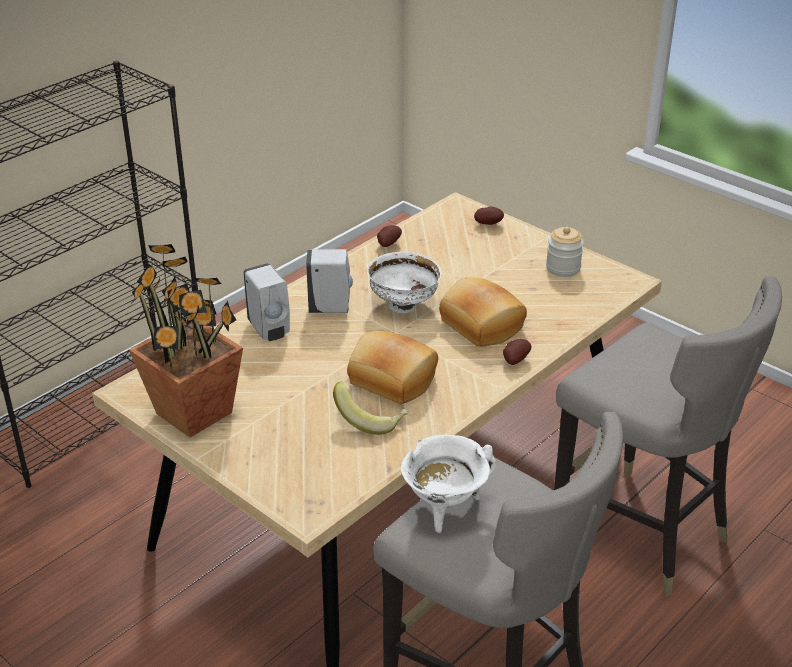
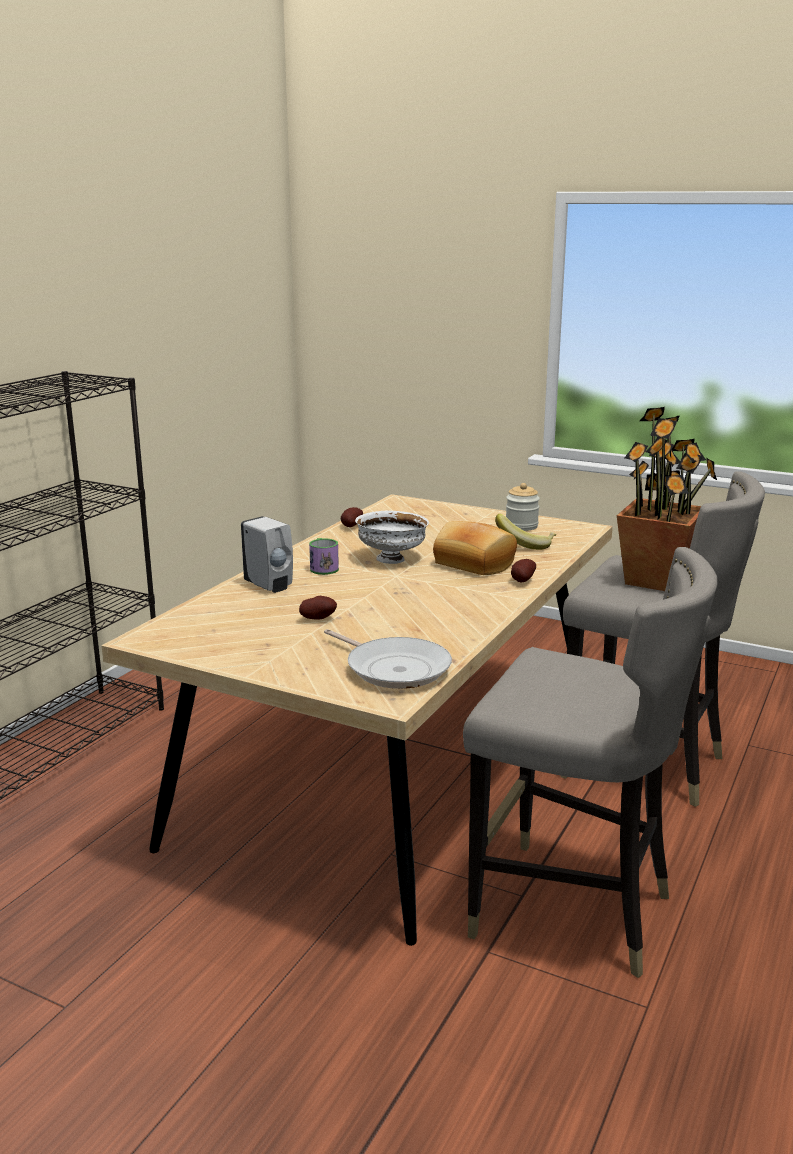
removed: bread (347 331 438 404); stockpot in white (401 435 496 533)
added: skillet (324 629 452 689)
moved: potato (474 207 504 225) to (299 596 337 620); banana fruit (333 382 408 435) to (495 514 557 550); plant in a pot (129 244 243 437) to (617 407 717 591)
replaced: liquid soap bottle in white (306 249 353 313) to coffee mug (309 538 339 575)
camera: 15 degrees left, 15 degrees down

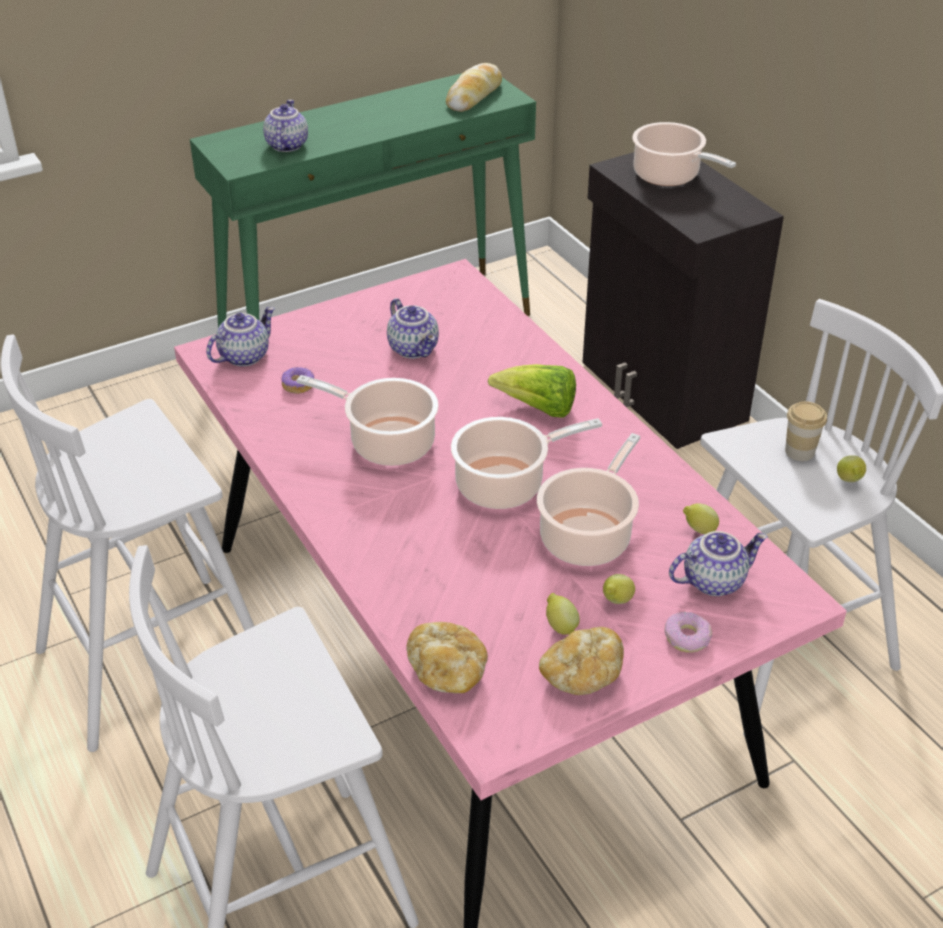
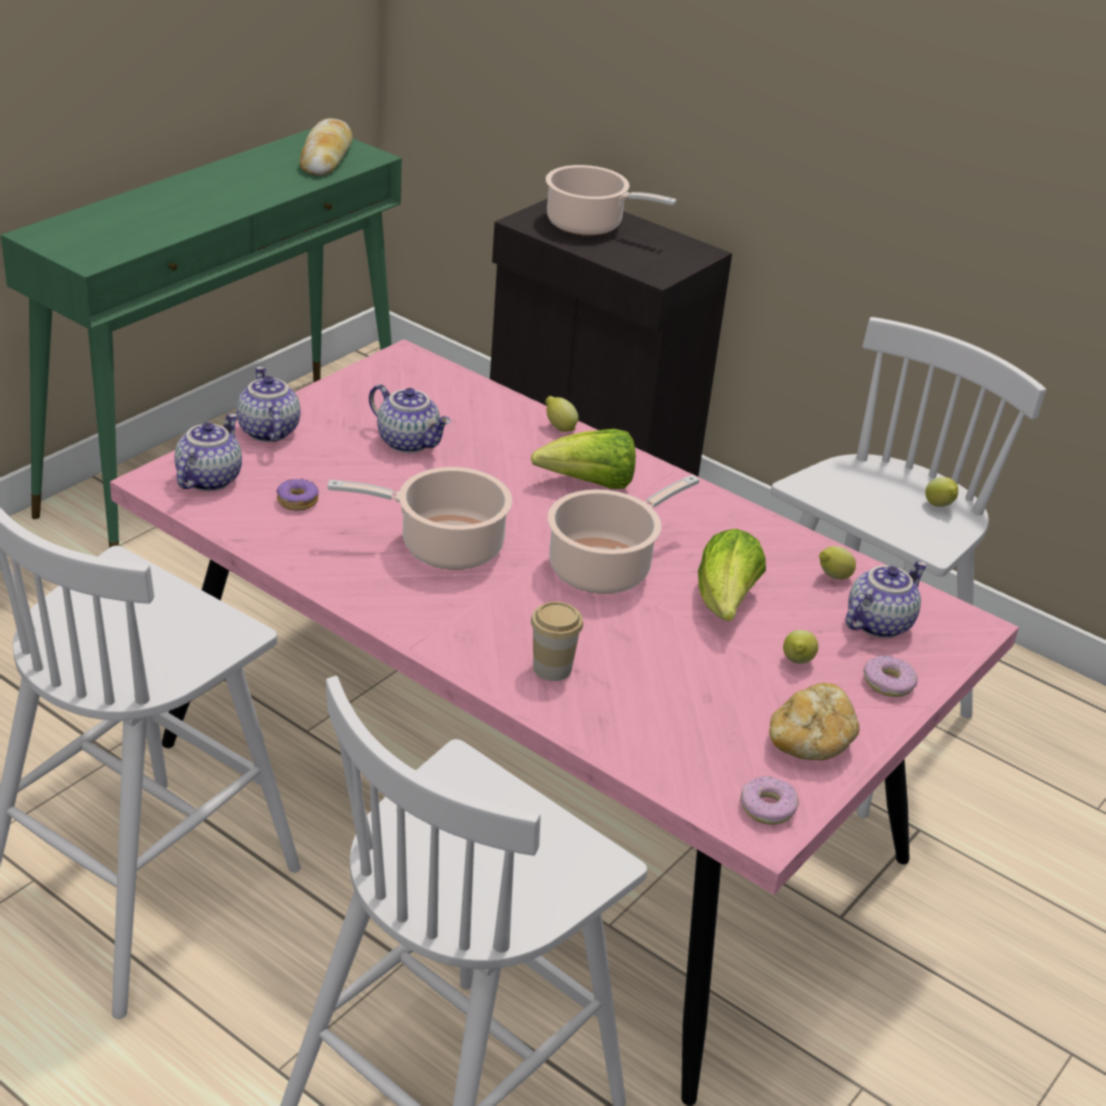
removed: bread (406 622 488 693)
added: donut (740 776 799 825)
moved: tea pot (263 100 308 152) to (236 366 300 442); cup (785 401 827 461) to (531 602 583 681); citrus fruit (546 593 580 635) to (545 396 578 432)
replaced: stockpot (537 433 640 566) to lettuce (698 528 766 621)
camera: 25 degrees left, 5 degrees down

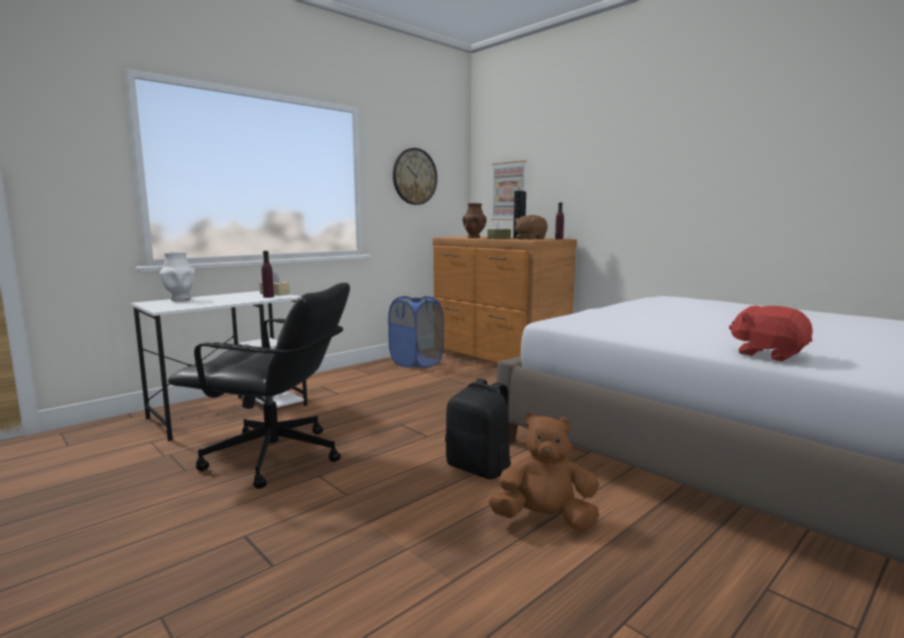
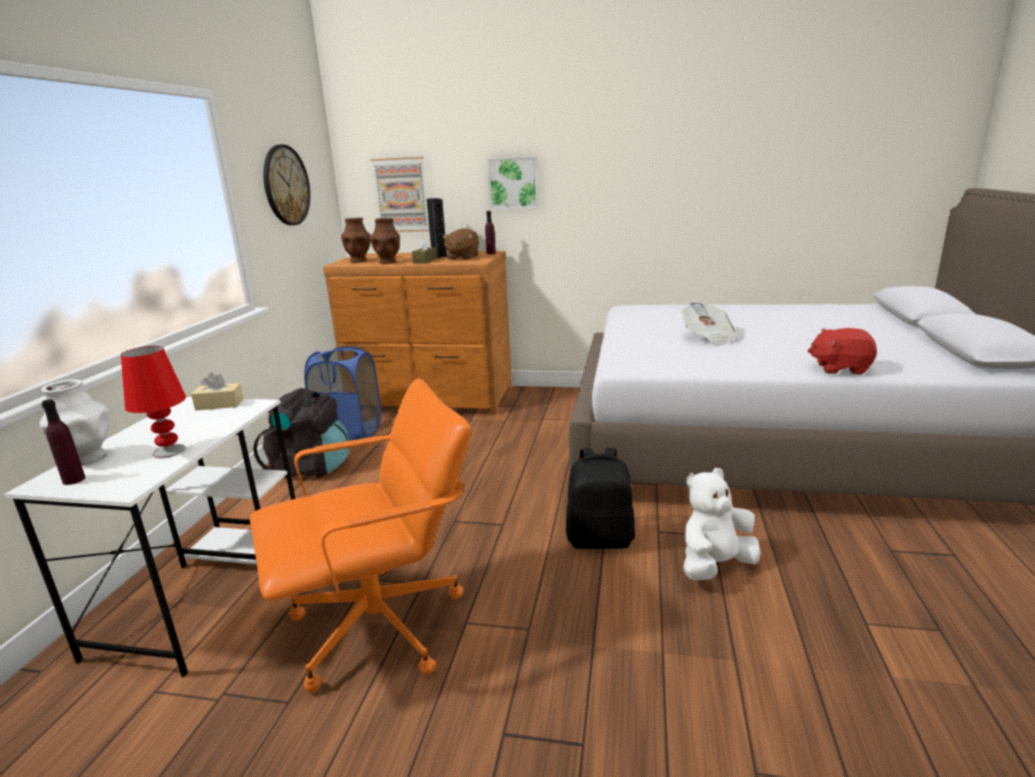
added: lamp for a table in red (121 346 186 458); rucksack in black (253 388 350 478); flower vase in brown (341 218 371 263); wall art (488 156 539 210); newspaper (681 302 738 346)
moved: drink bottle in purple (261 251 274 298) to (42 399 86 485)
recoloured: computer chair in black (168 283 350 489) to computer chair in orange (250 378 471 693); soft toy in brown (489 412 599 531) to soft toy in white (683 468 761 580)
camera: 35 degrees left, 10 degrees up

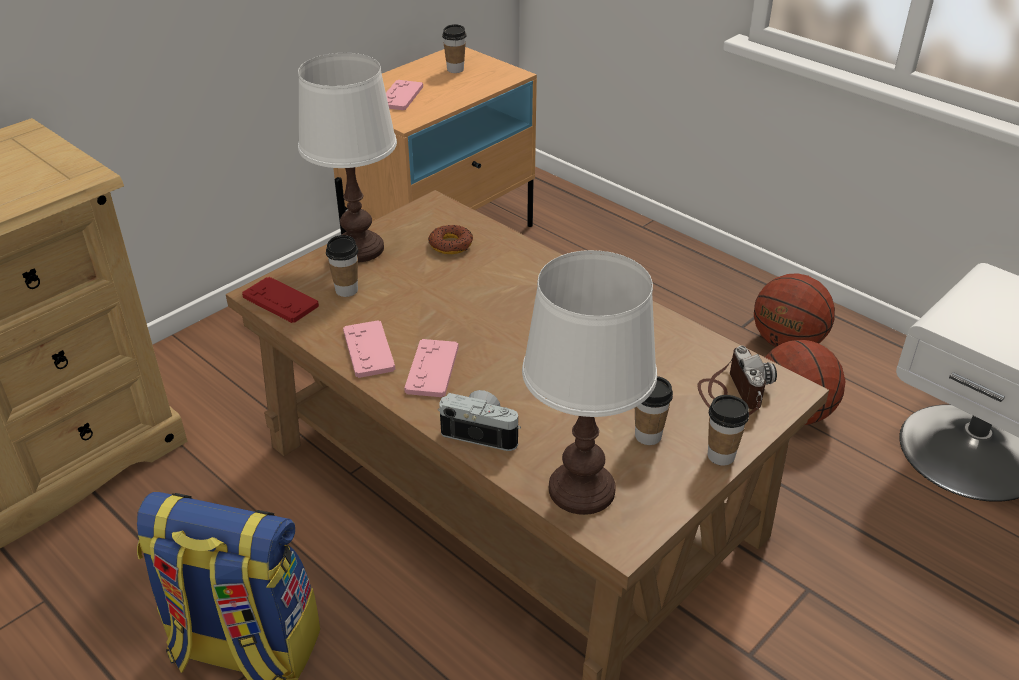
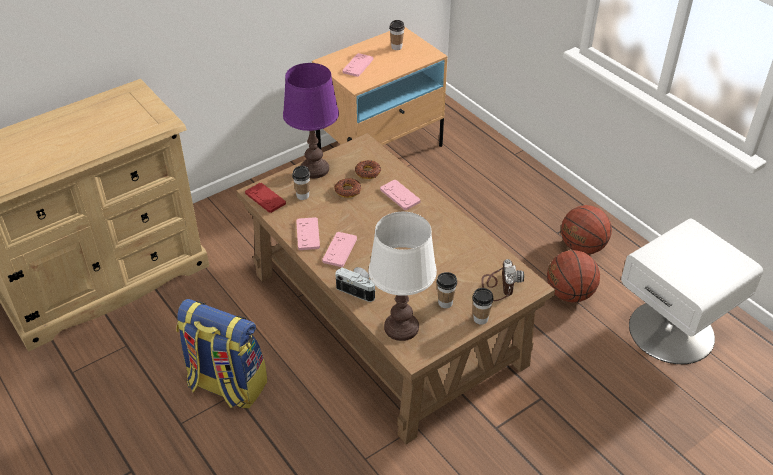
added: donut (334 178 361 198); gamepad in pink (380 180 421 210)
recoloured: lamp for a table in white (298 53 397 263) to lamp for a table in purple (283 63 339 178)
camera: 10 degrees right, 5 degrees up

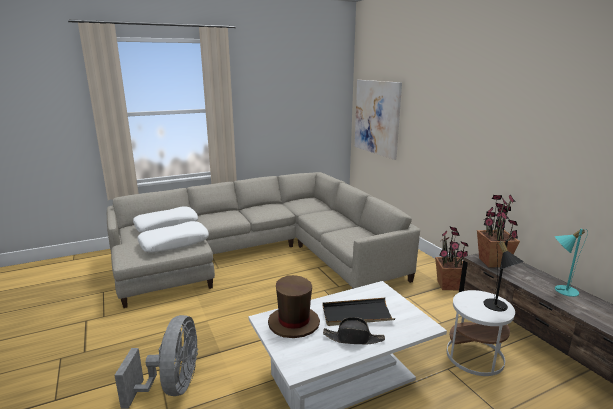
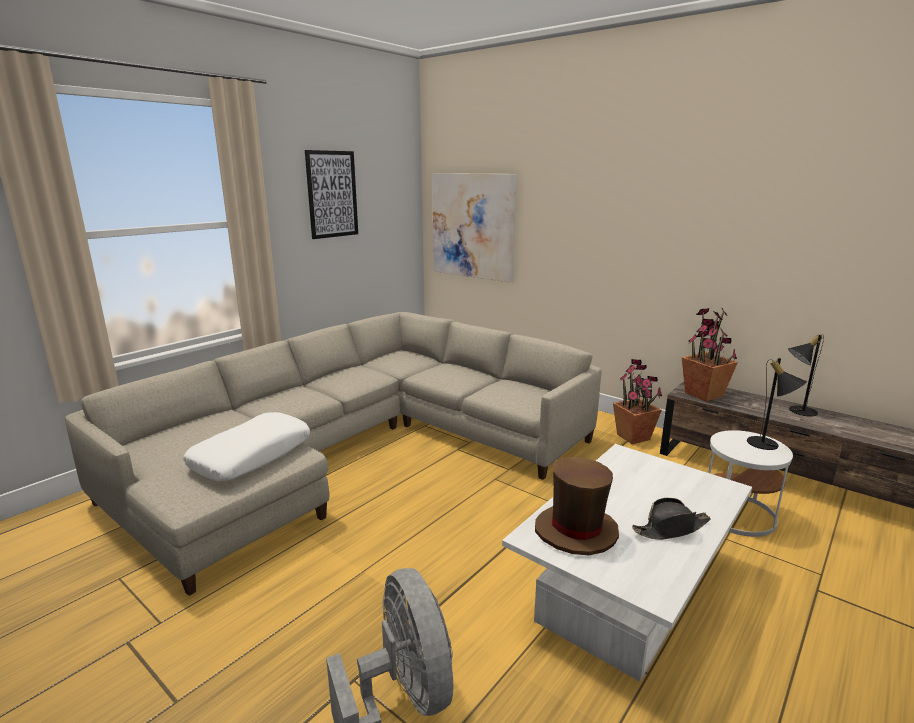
removed: cushion in white (133 206 198 233); serving tray in black (323 298 395 326)
added: wall art (305 150 358 239)
recoloured: lamp for a table in turquoise-coloured (555 229 588 297) to lamp for a table in black (788 334 824 417)
camera: 25 degrees left, 0 degrees up

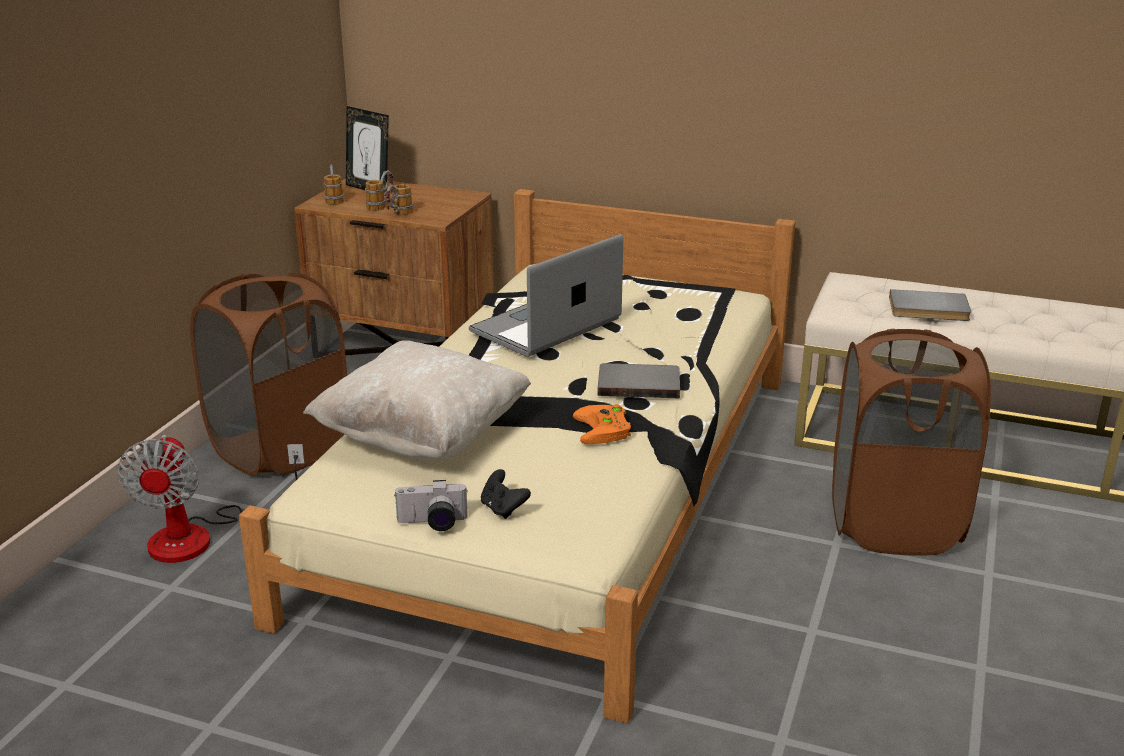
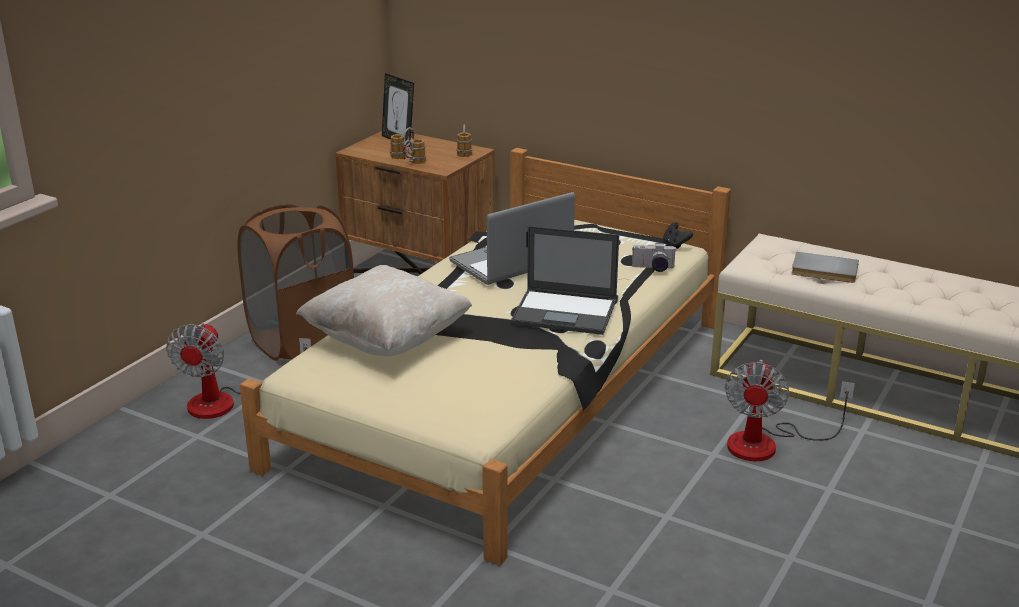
removed: gamepad in orange (573 404 631 444)
moved: coffee mug (324 164 344 205) to (456 124 472 157); photo camera (395 480 468 531) to (632 243 677 272); gamepad in black (481 469 531 519) to (663 222 693 249)
replaced: volume in gray (598 363 680 398) to portable computer (511 226 619 335); washing basket in brown (832 329 991 556) to cooling fan (725 360 855 461)
camera: 10 degrees right, 0 degrees up

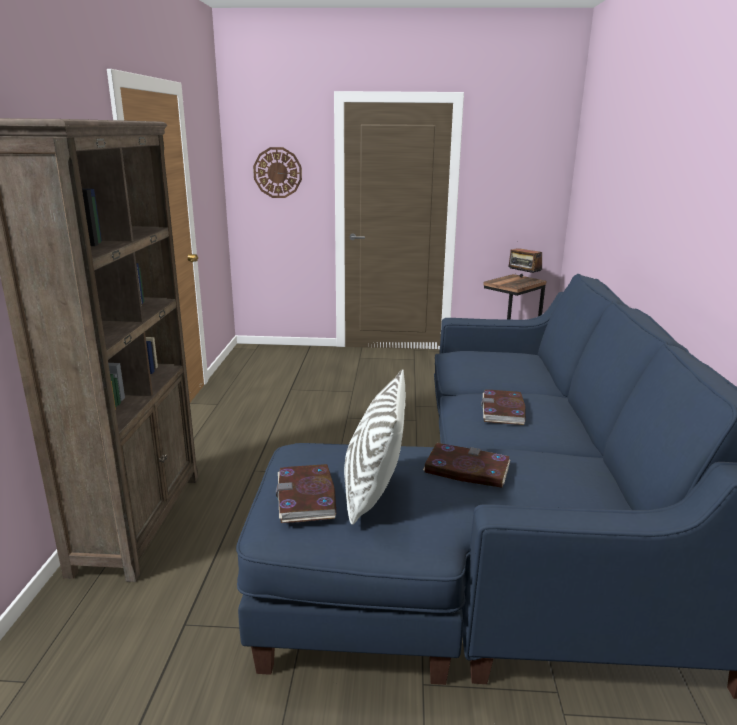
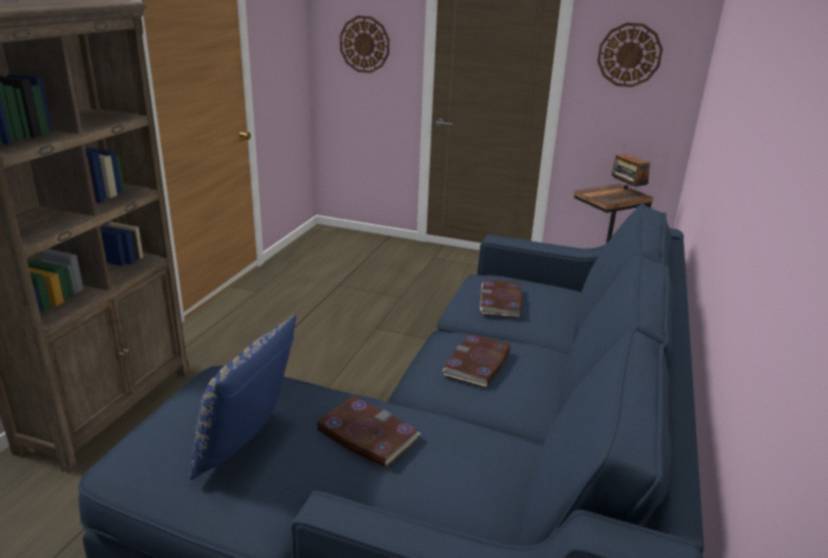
added: clock on the wall (597 23 663 87)
moved: volume (276 464 336 523) to (479 280 522 317)
recoloured: cushion in white (344 369 406 525) to cushion in blue-coloured (189 314 296 480)
camera: 15 degrees right, 5 degrees up

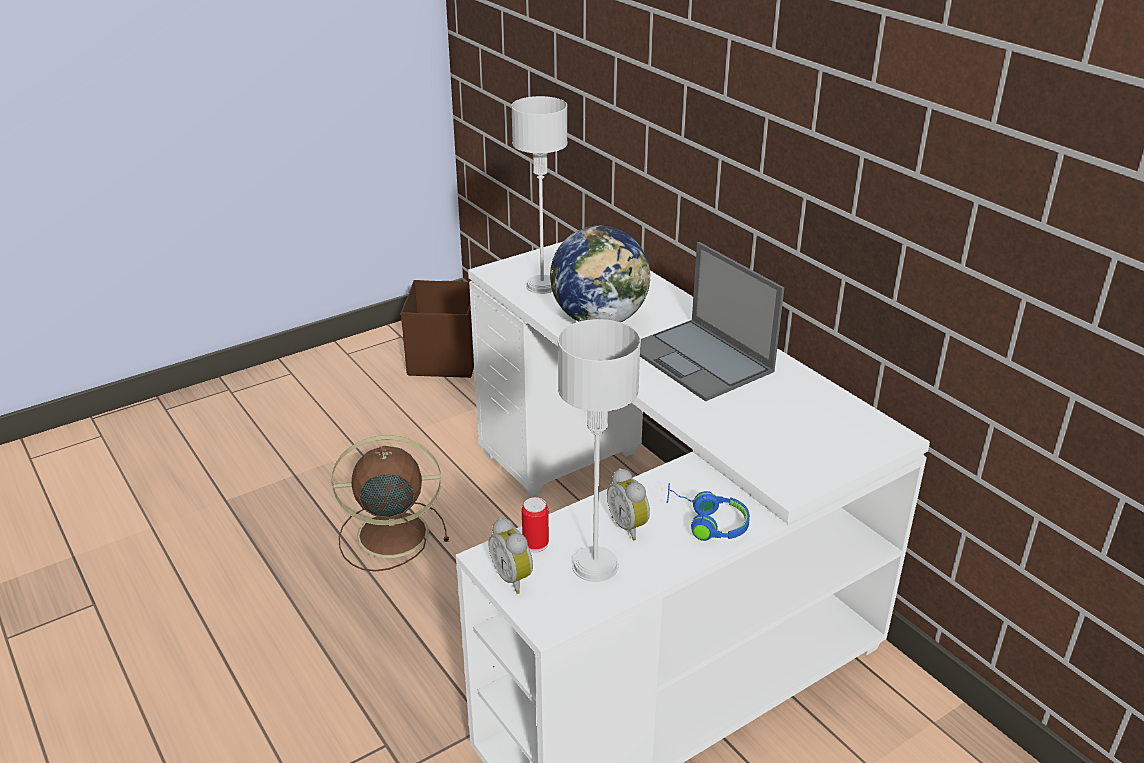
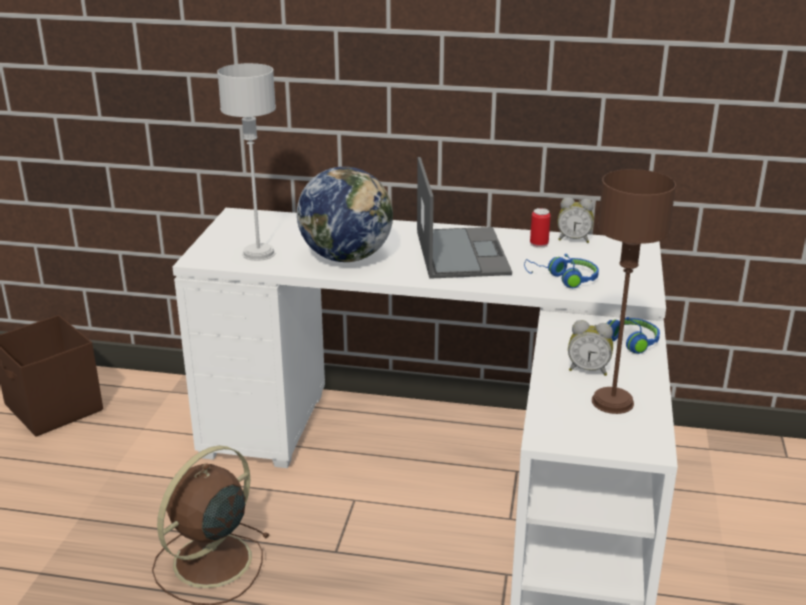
added: headphones in blue-coloured (524 254 599 288)
moved: metal can (522 497 549 552) to (530 208 551 248); alarm clock (488 518 533 594) to (557 197 594 243)
recoloured: lamp for a table in gray (558 319 641 582) to lamp for a table in brown (592 169 676 414)
turned: portable computer (640 242 784 401) = (417 157 512 279) 105 degrees counterclockwise
camera: 45 degrees left, 5 degrees down

